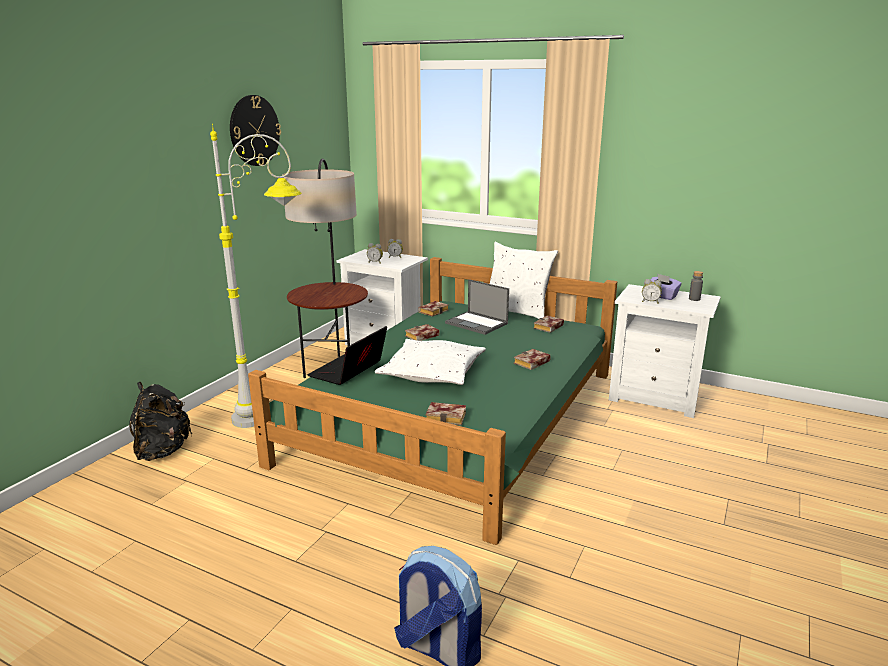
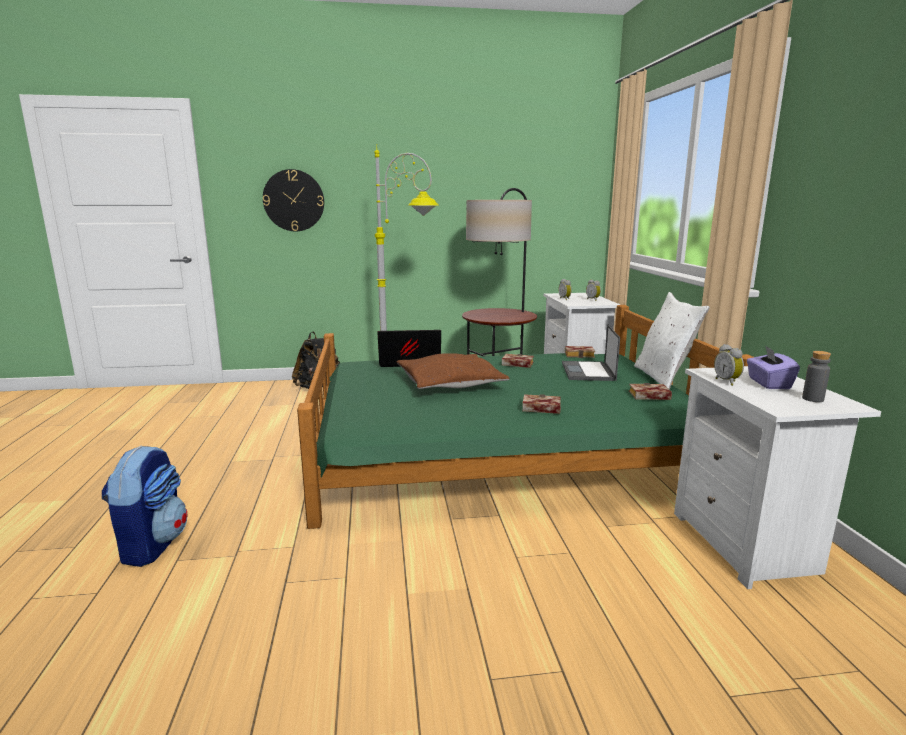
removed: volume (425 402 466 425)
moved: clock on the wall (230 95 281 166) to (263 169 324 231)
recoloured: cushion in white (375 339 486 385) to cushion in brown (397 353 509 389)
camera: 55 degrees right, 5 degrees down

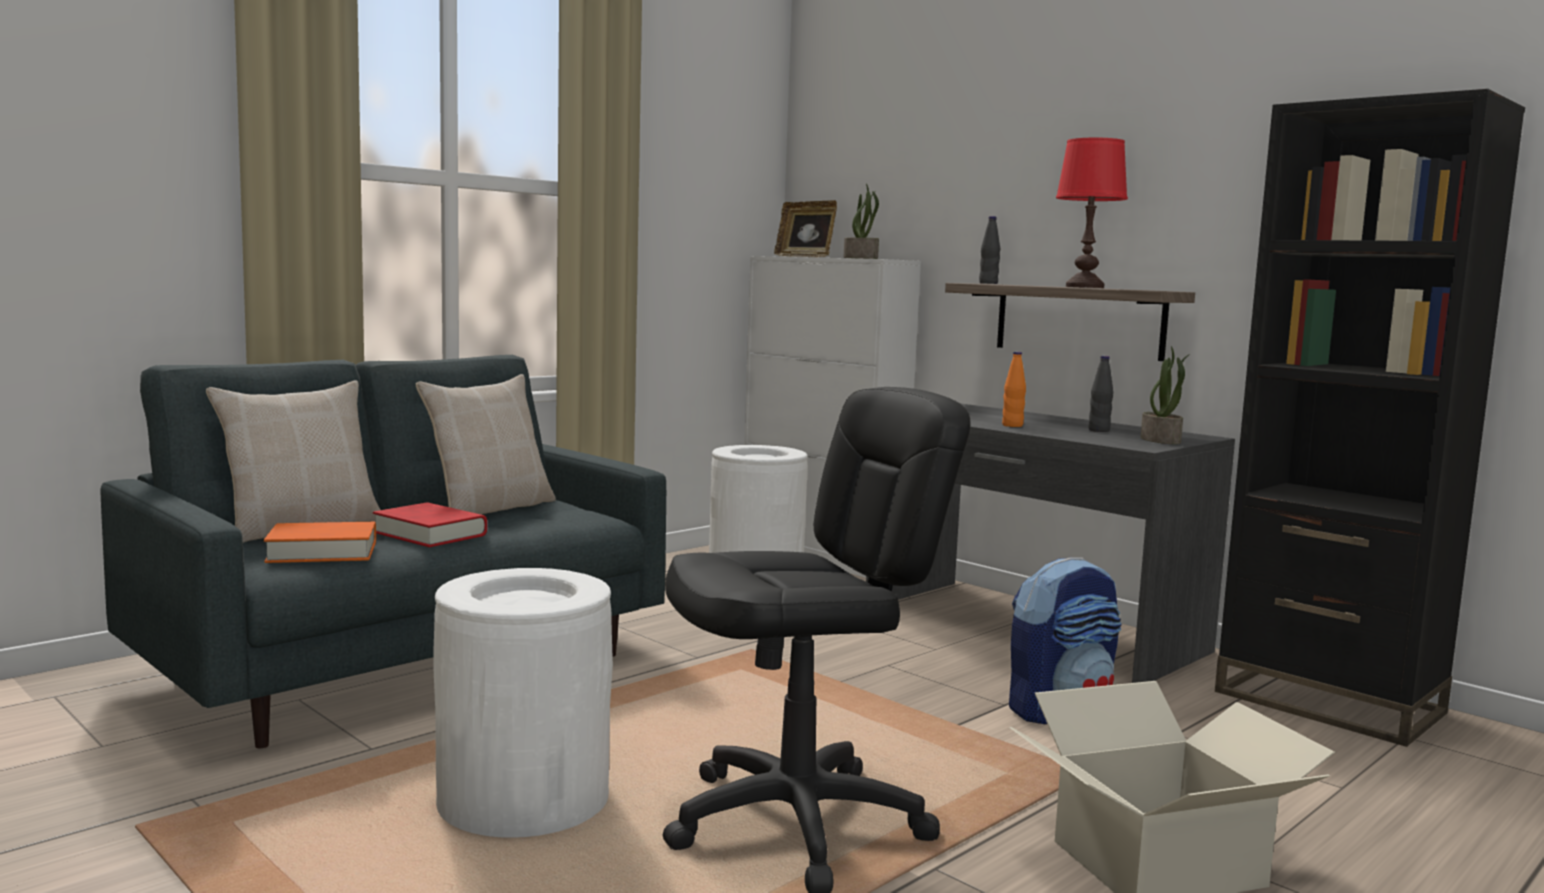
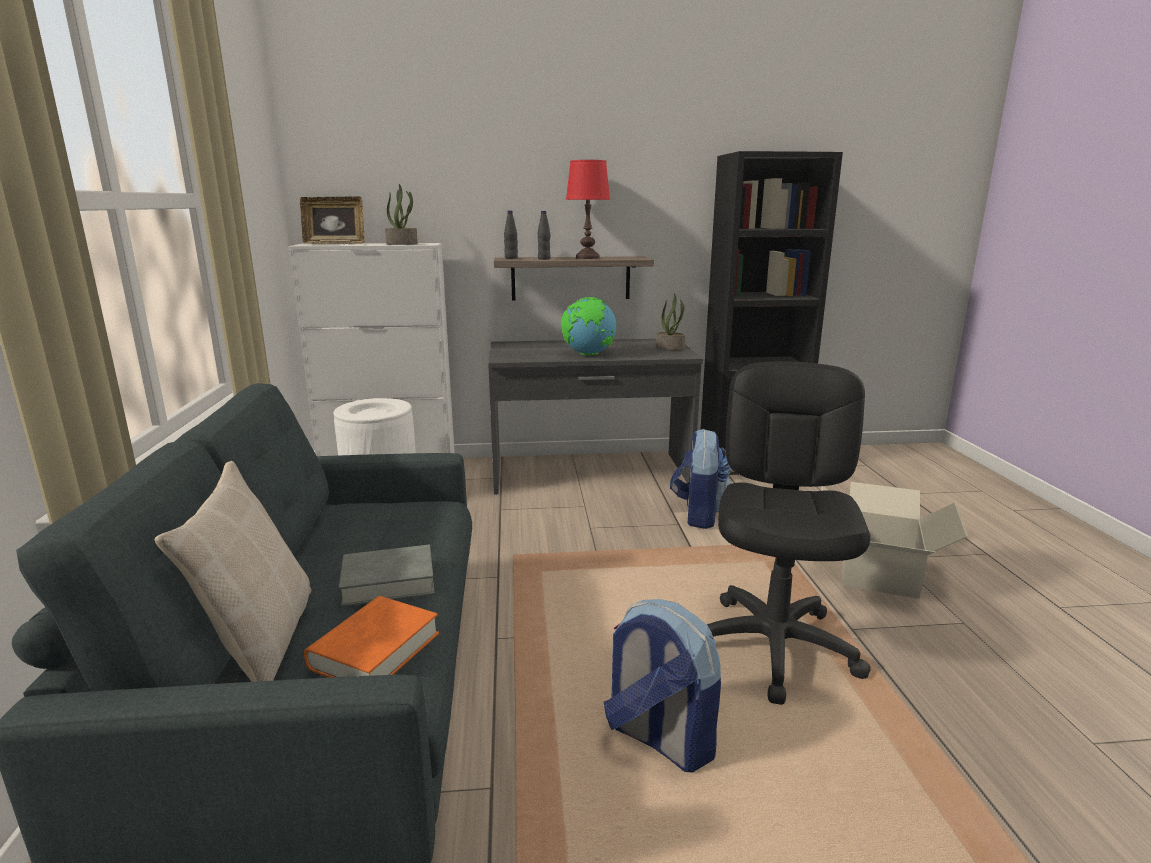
removed: cushion in sand-coloured (416 374 556 515)
moved: drink bottle in black (1088 356 1113 432) to (537 211 551 260)
replaced: drink bottle in orange (1002 352 1026 427) to globe (561 297 616 355); trash can in white (433 568 613 838) to rucksack (604 599 721 772)
recoloured: volume in red (373 502 487 547) to volume in gray (339 545 435 607)
camera: 50 degrees left, 10 degrees up

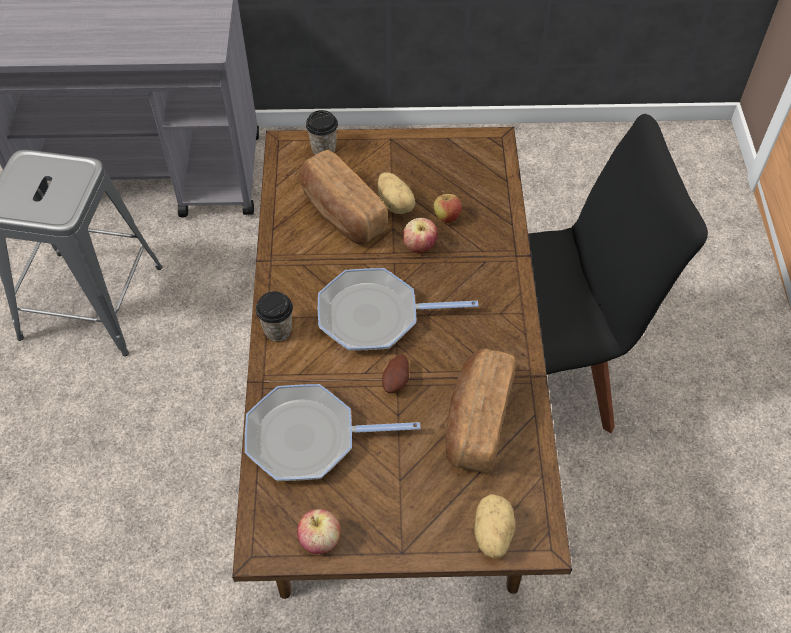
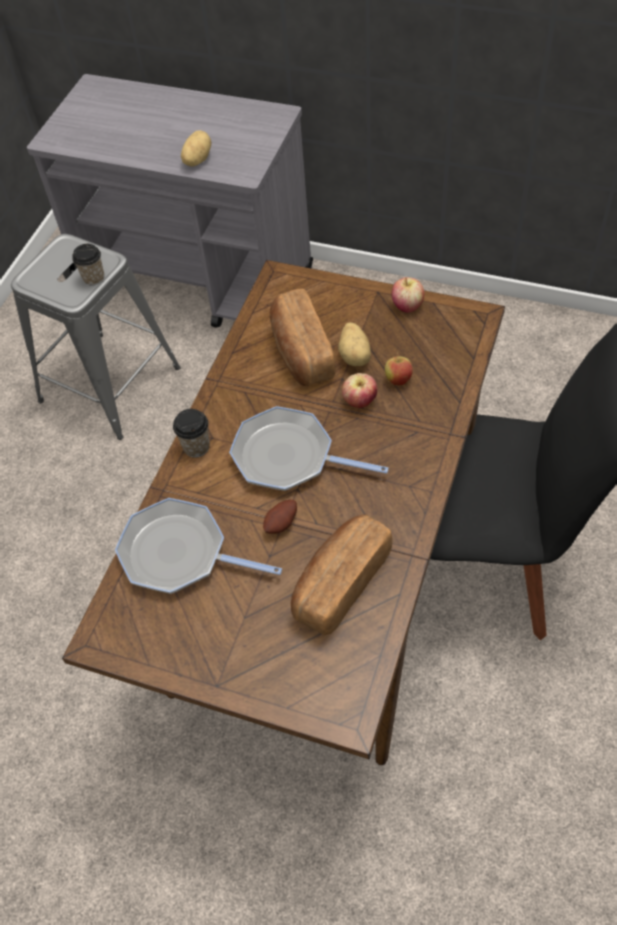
moved: cup (306 110 338 155) to (72 244 104 286); potato (475 494 515 558) to (181 130 211 167); apple fruit (297 509 341 554) to (392 277 425 313)
camera: 25 degrees right, 0 degrees up

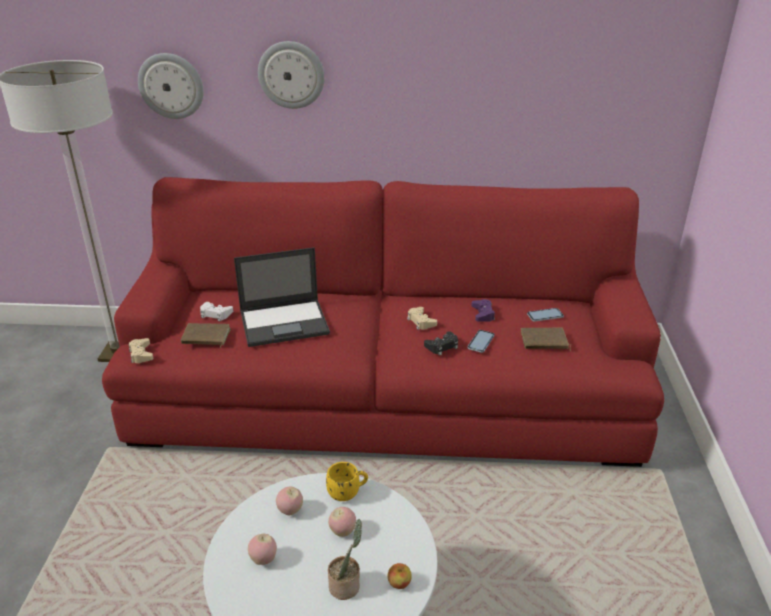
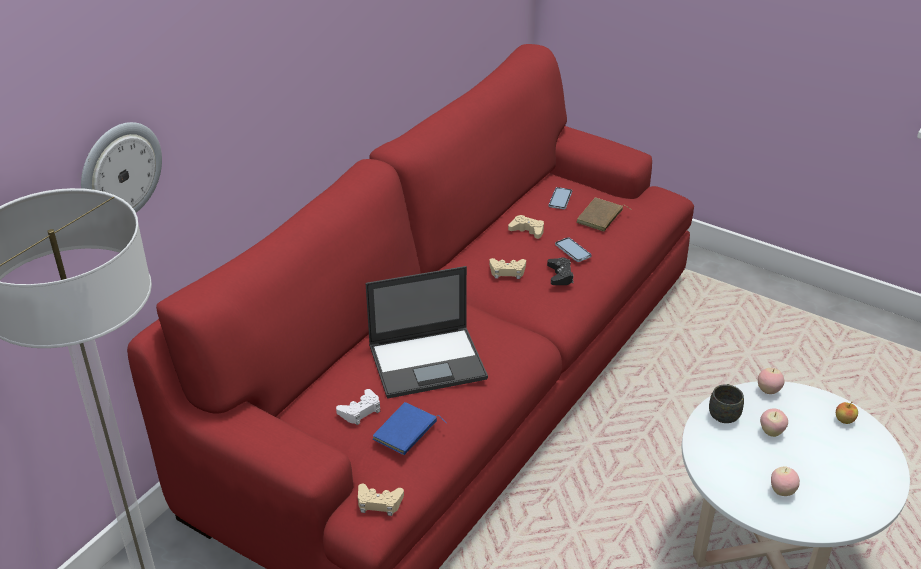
removed: clock on the wall (258 41 325 109); plant in a pot (328 519 362 600)
moved: apple fruit (276 487 303 515) to (758 368 784 394)
recoloured: volume in brown (181 323 231 348) to volume in blue-coloured (373 402 447 455); gamepad in purple (471 299 495 322) to gamepad in sand-coloured (508 215 544 239); coffee mug in yellowish (326 462 368 501) to coffee mug in gray (709 384 744 423)
turned: portable computer (234 247 330 347) = (366 266 488 398) 60 degrees clockwise
camera: 60 degrees left, 5 degrees up

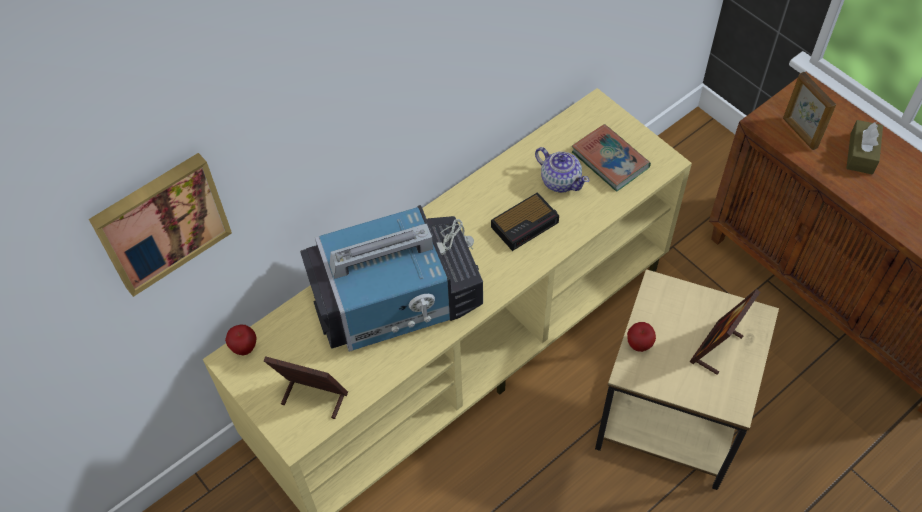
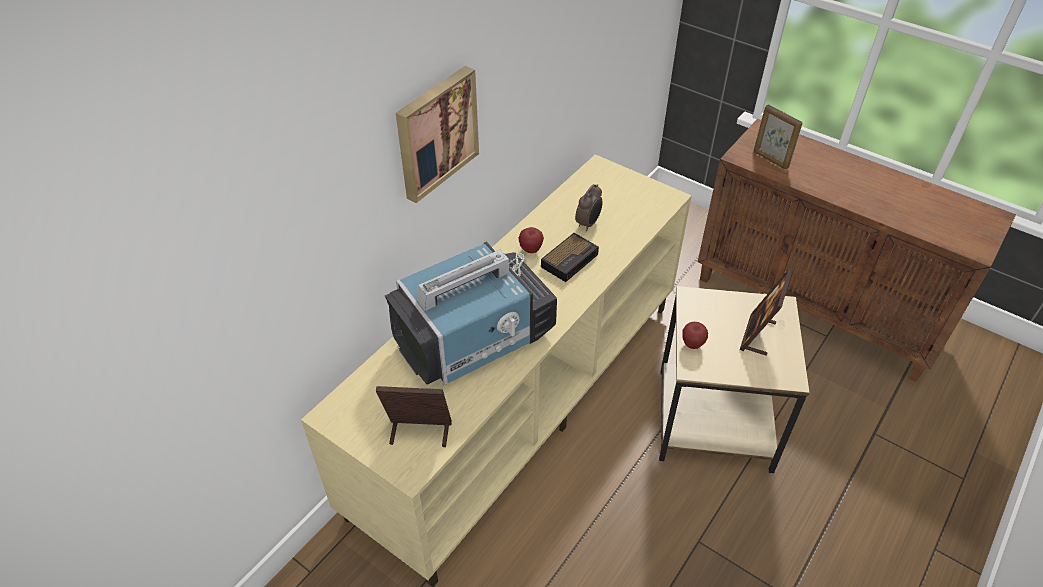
removed: volume (572 124 651 192); tissue box in brown (846 120 883 175)
moved: wall art (89 153 232 297) to (396 66 479 203); apple fruit (225 325 257 356) to (518 227 544 253)
replaced: tea pot (535 147 589 192) to alarm clock (575 184 602 231)
camera: 15 degrees left, 10 degrees down

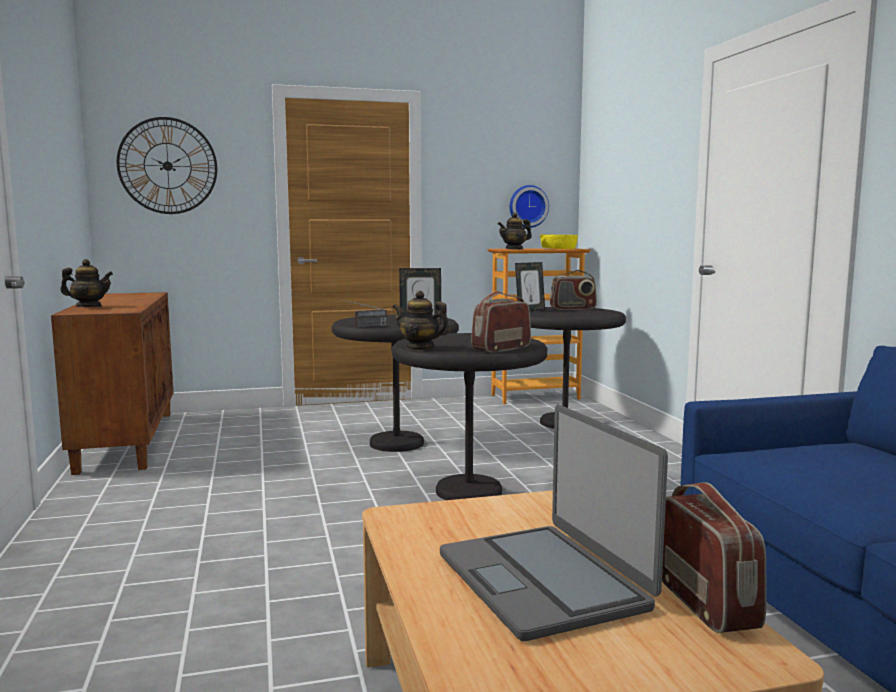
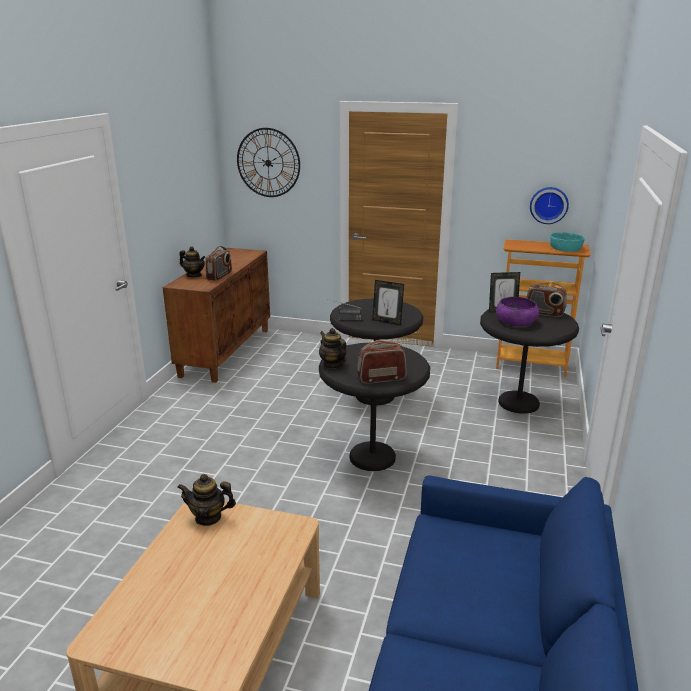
removed: portable computer (440 405 668 641)
added: bowl in purple (496 297 539 326)
moved: tea pot (498 213 532 249) to (177 474 236 526); radio (662 482 767 633) to (205 246 232 281)
recoloured: bowl in yellowish (540 234 578 249) to bowl in turquoise-coloured (550 232 585 252)
camera: 30 degrees right, 15 degrees up

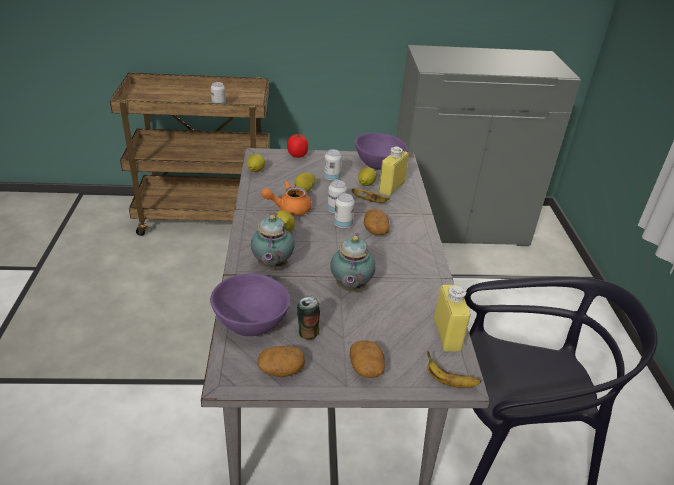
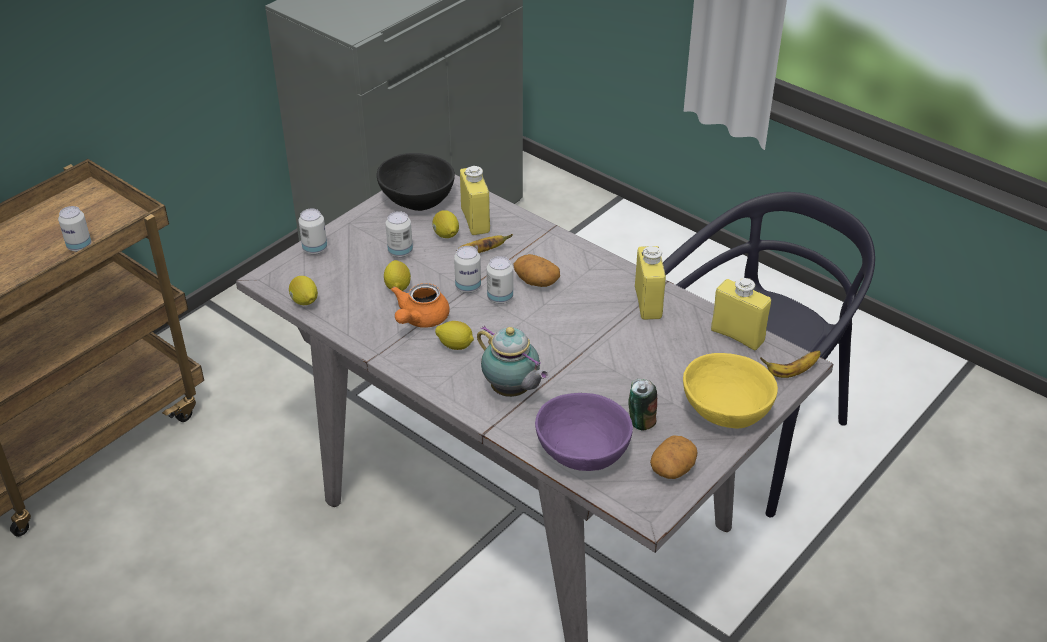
removed: tea pot (330 233 376 292)
added: drink bottle in yellowish (635 246 666 320)
replaced: tomato (287 134 308 158) to metal can (299 209 327 255); potato (350 341 385 378) to bowl in yellowish (683 353 778 428)
recoloured: bowl in purple (355 133 408 170) to bowl in black (377 153 455 211)
camera: 45 degrees left, 5 degrees up

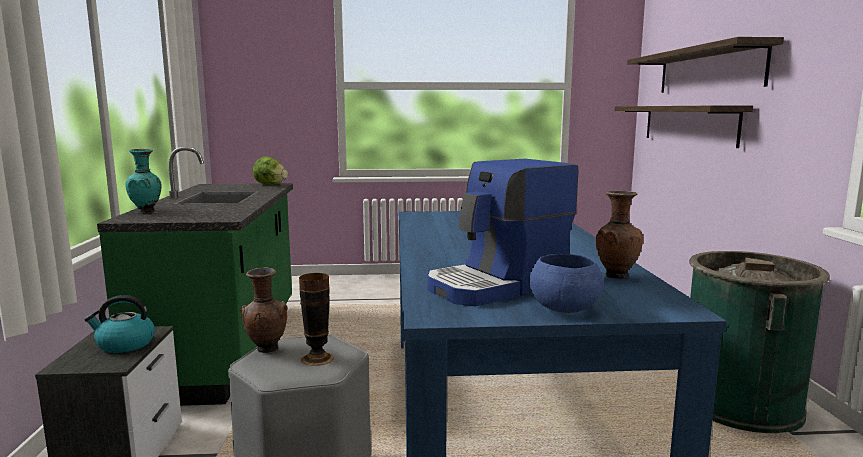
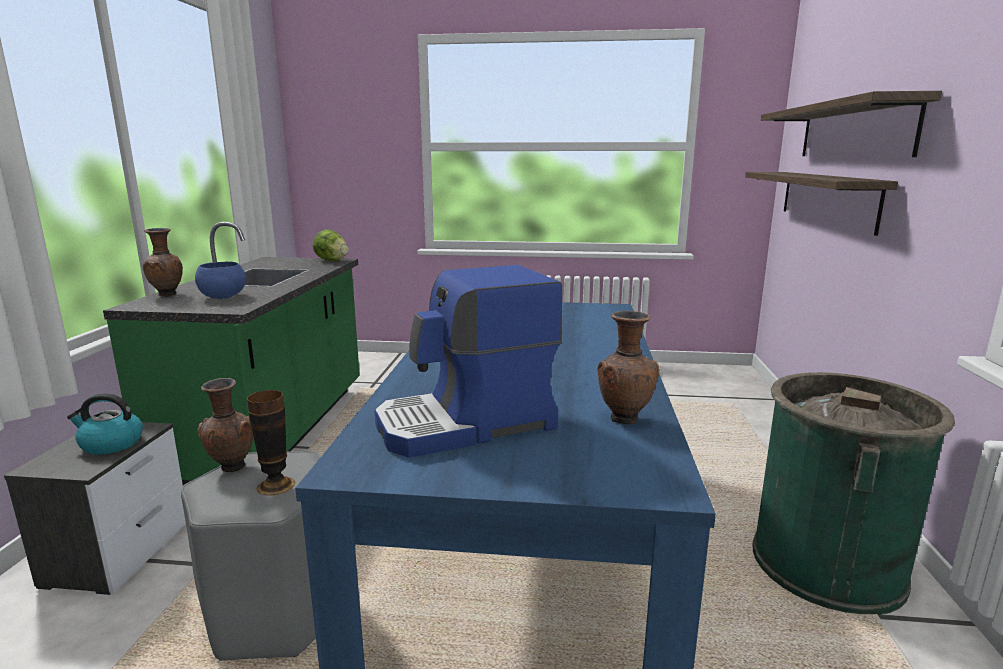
moved: bowl in blue-coloured (529 254 604 313) to (195 261 246 299)
recoloured: flower vase in turquoise-coloured (125 149 162 213) to flower vase in brown (143 228 183 297)
camera: 10 degrees right, 5 degrees up

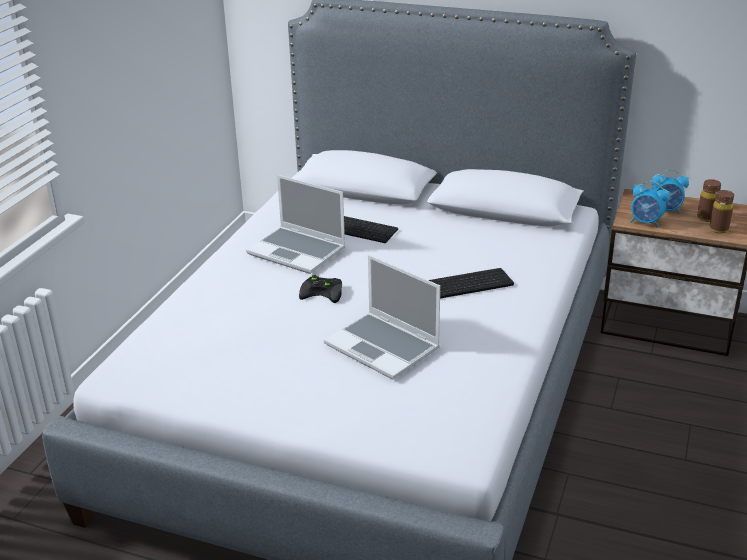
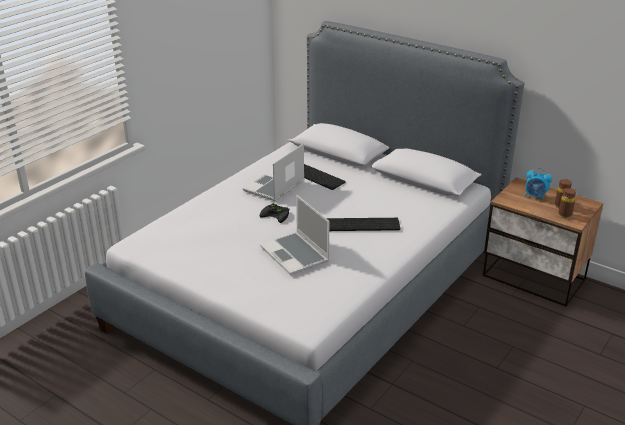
removed: alarm clock (630 181 670 228)
turned: portable computer (246 175 346 274) = (243 144 304 201) 75 degrees clockwise
camera: 15 degrees right, 0 degrees up

